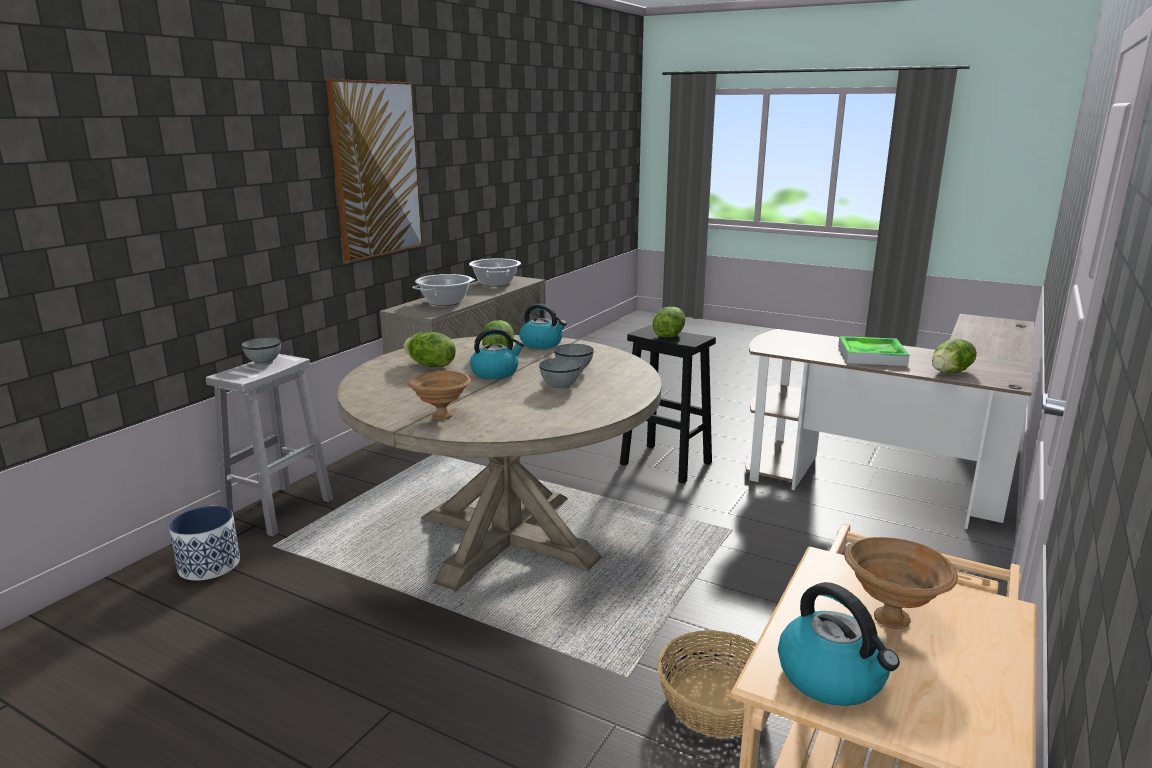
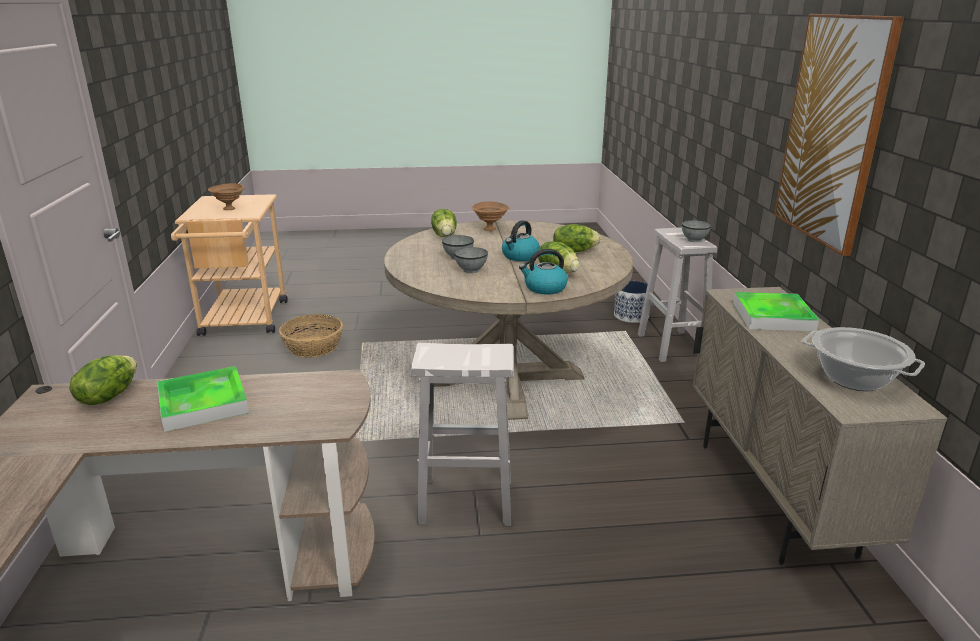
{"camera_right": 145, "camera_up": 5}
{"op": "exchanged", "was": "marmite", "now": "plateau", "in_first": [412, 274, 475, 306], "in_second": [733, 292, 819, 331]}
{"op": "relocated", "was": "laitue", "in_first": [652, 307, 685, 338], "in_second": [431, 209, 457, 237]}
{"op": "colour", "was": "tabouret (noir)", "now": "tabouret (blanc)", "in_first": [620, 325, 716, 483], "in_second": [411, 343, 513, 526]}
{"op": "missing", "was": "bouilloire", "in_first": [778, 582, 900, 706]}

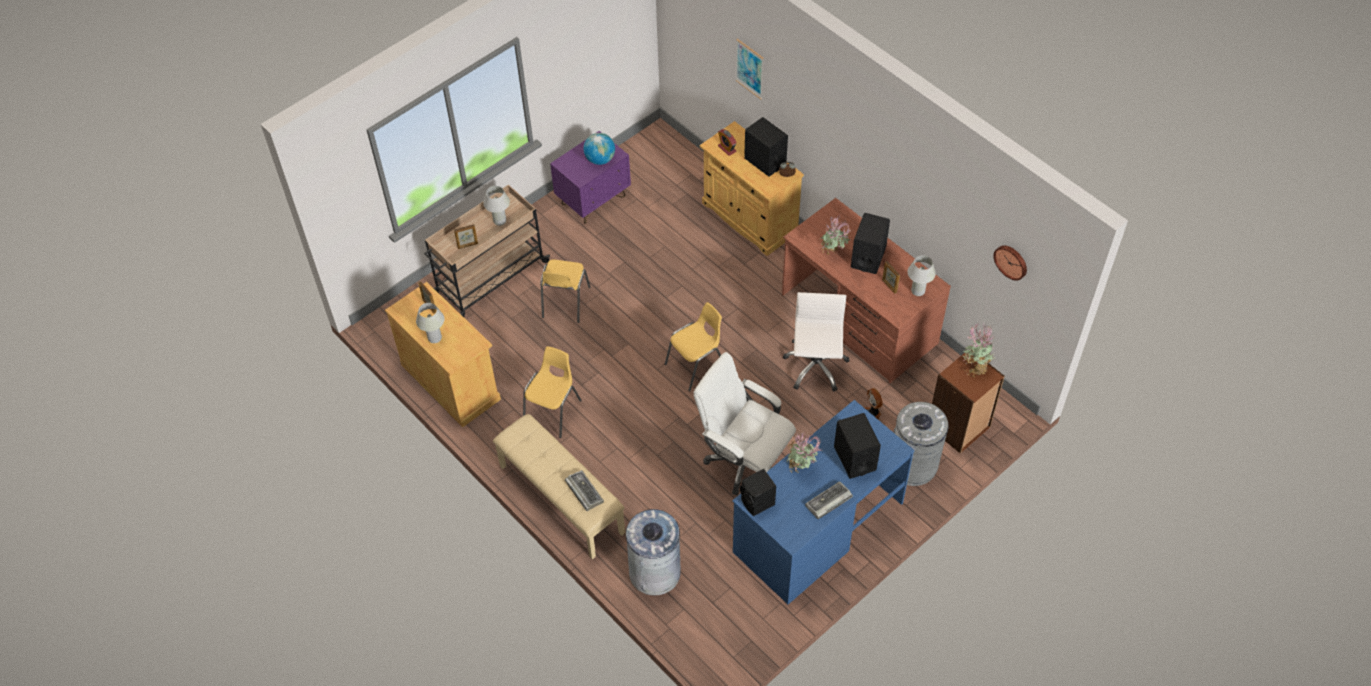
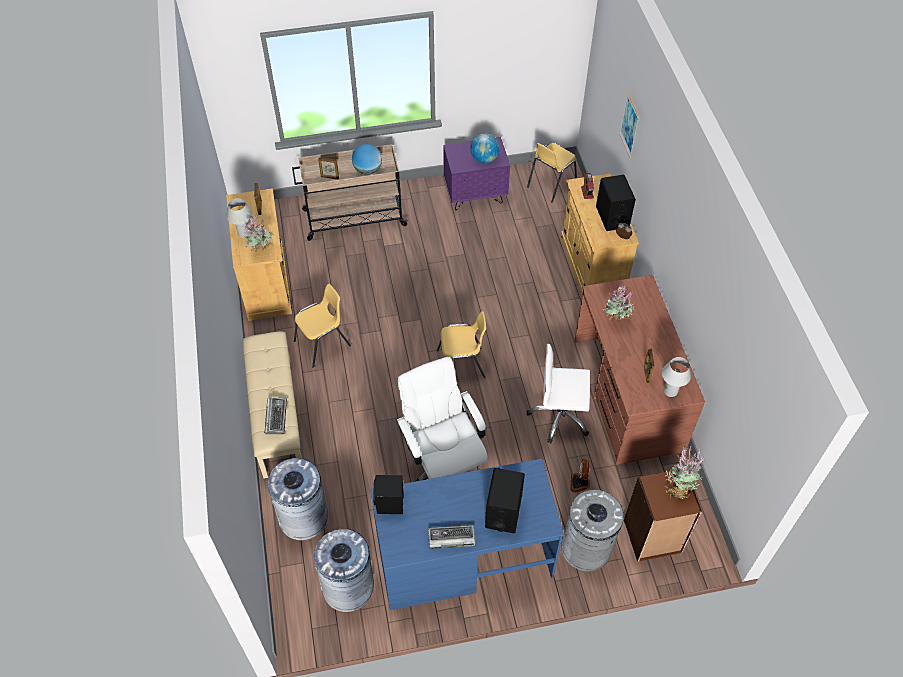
{"camera_right": 30, "camera_up": 0}
{"op": "exchanged", "was": "lampe de table (blanc)", "now": "globe", "in_first": [483, 186, 510, 226], "in_second": [352, 144, 382, 175]}
{"op": "missing", "was": "enceinte (noir)", "in_first": [851, 213, 890, 274]}
{"op": "missing", "was": "horloge murale", "in_first": [993, 245, 1027, 281]}
{"op": "relocated", "was": "chaise (jaune)", "in_first": [541, 259, 590, 323], "in_second": [527, 143, 577, 203]}
{"op": "spun", "was": "chaise de bureau (blanc)", "in_first": [783, 292, 850, 392], "in_second": [527, 344, 590, 443], "clockwise": -120}
{"op": "relocated", "was": "plante en pot", "in_first": [787, 431, 823, 473], "in_second": [244, 214, 274, 253]}
{"op": "appeared", "now": "poubelle (gris)", "in_second": [314, 529, 374, 612]}

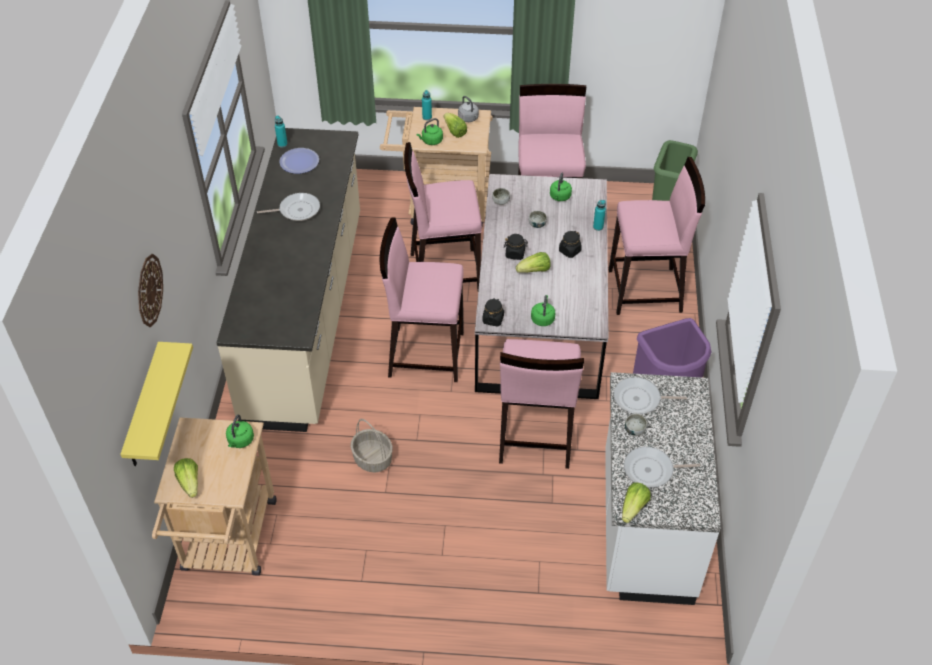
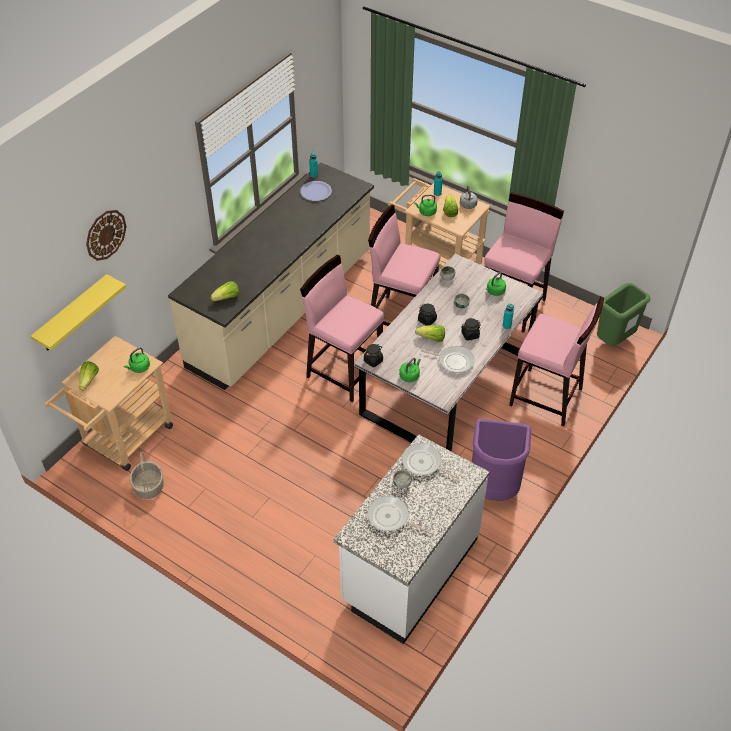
{"camera_right": 30, "camera_up": 0}
{"op": "relocated", "was": "poêle", "in_first": [257, 193, 320, 221], "in_second": [421, 346, 474, 373]}
{"op": "missing", "was": "tabouret (rose)", "in_first": [499, 339, 584, 469]}
{"op": "relocated", "was": "panier", "in_first": [351, 419, 393, 472], "in_second": [130, 452, 164, 499]}
{"op": "relocated", "was": "laitue", "in_first": [622, 483, 651, 523], "in_second": [210, 281, 239, 301]}

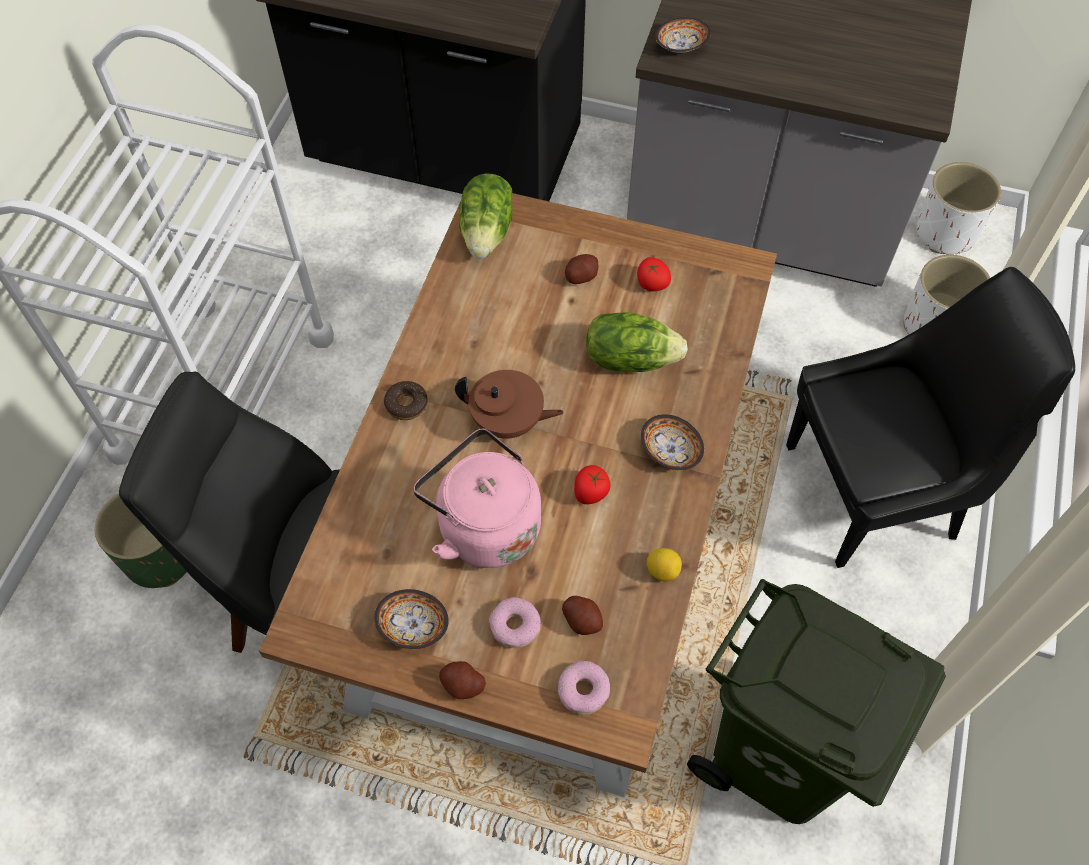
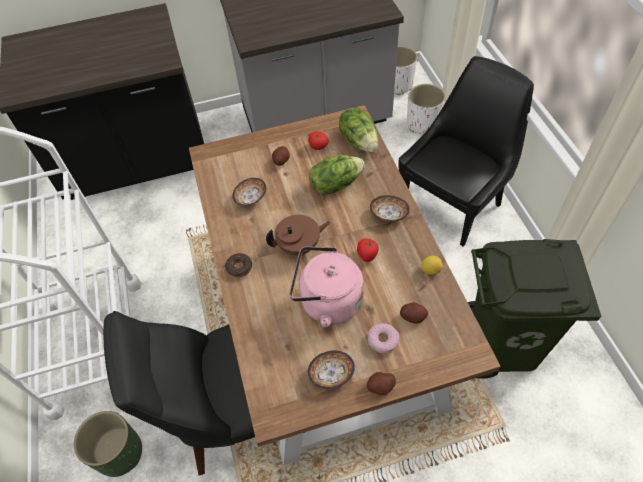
{"camera_right": -30, "camera_up": -5}
{"op": "relocated", "was": "bol", "in_first": [655, 17, 711, 53], "in_second": [233, 178, 266, 206]}
{"op": "relocated", "was": "laitue", "in_first": [459, 173, 513, 259], "in_second": [339, 107, 378, 152]}
{"op": "missing", "was": "beignet", "in_first": [558, 661, 610, 715]}

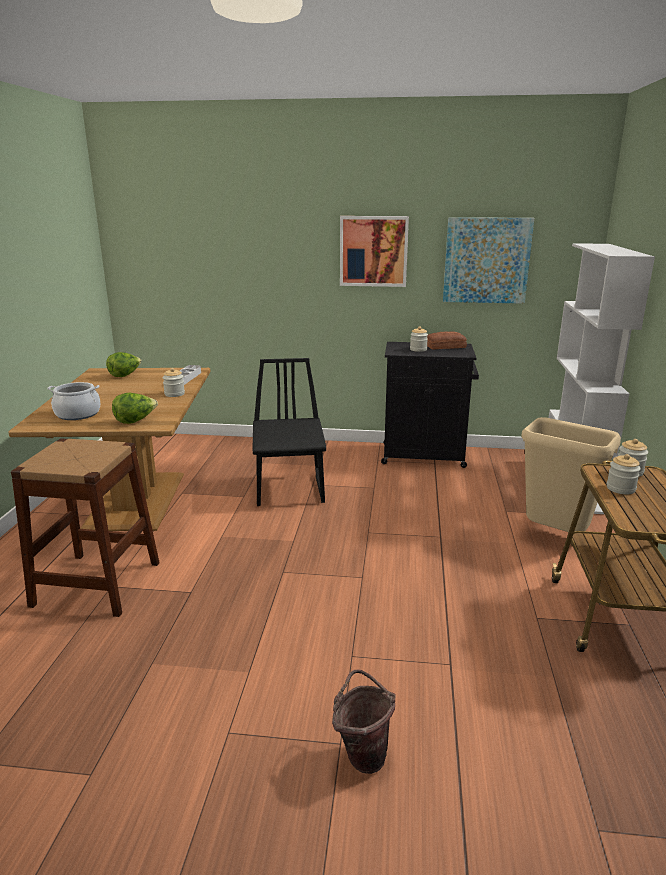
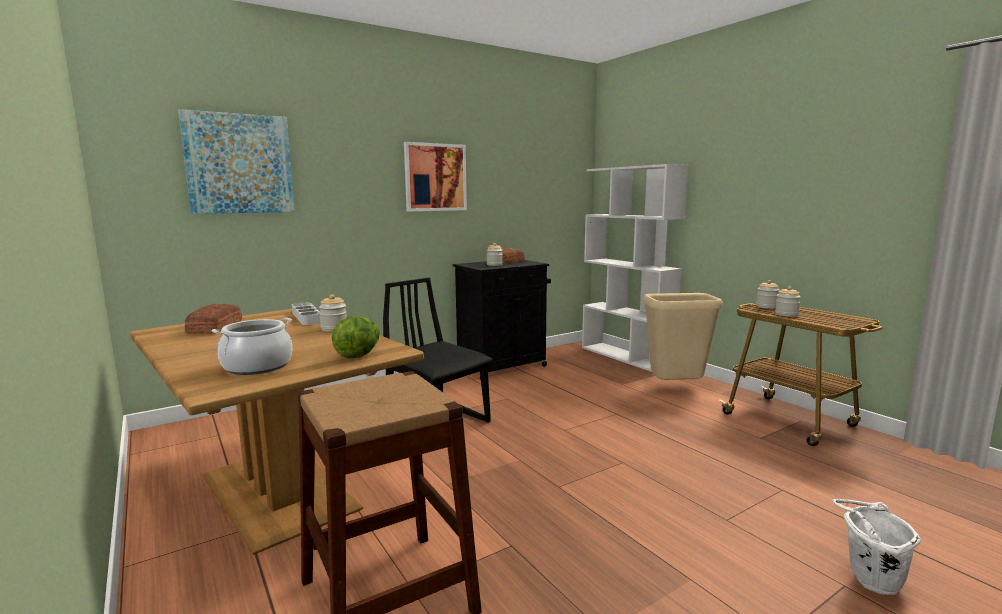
{"camera_right": -40, "camera_up": -10}
{"op": "relocated", "was": "tableau", "in_first": [443, 217, 534, 304], "in_second": [178, 109, 295, 214]}
{"op": "exchanged", "was": "laitue", "now": "pain", "in_first": [106, 352, 142, 377], "in_second": [185, 304, 242, 334]}
{"op": "colour", "was": "seau (marron)", "now": "seau (blanc)", "in_first": [332, 669, 396, 774], "in_second": [832, 499, 921, 595]}

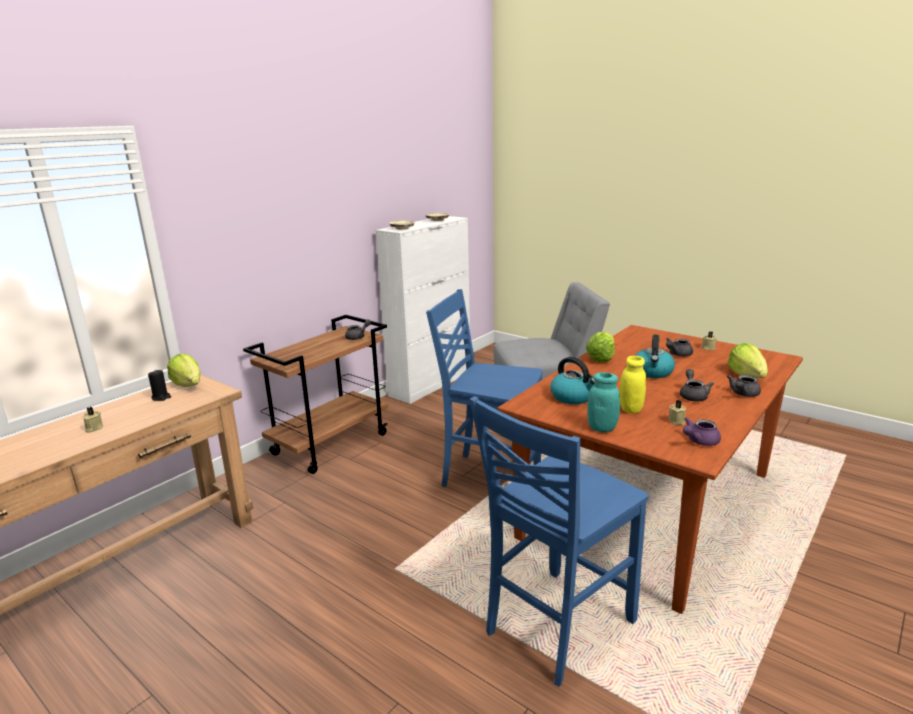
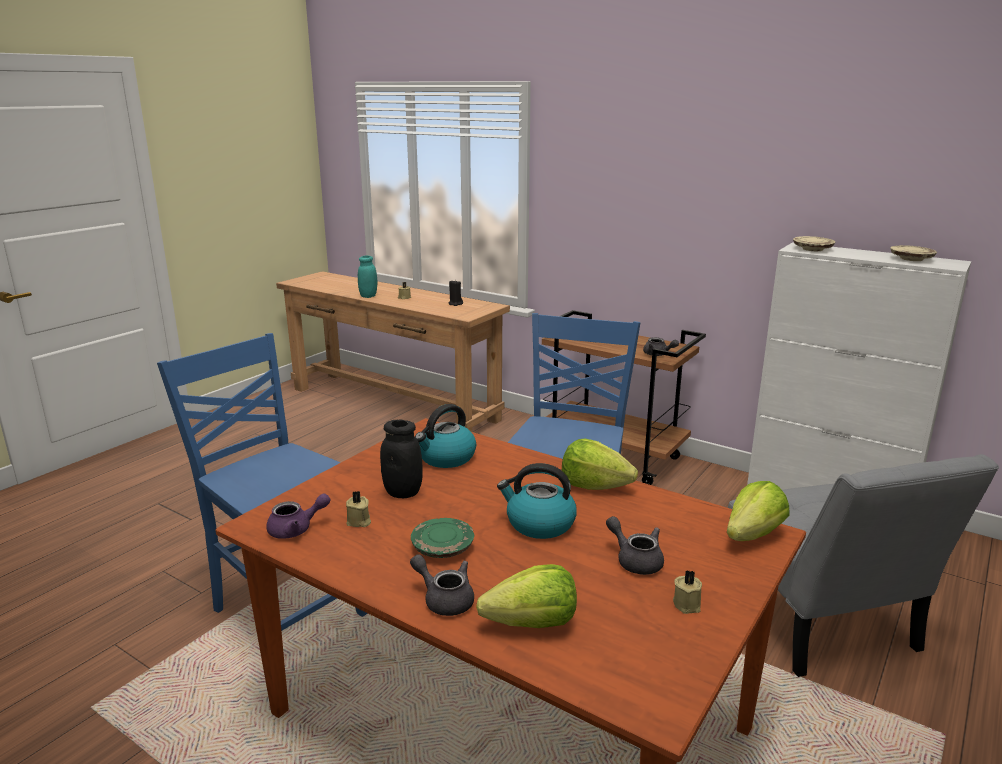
{"camera_right": 85, "camera_up": 0}
{"op": "relocated", "was": "laitue", "in_first": [167, 354, 201, 387], "in_second": [727, 481, 790, 541]}
{"op": "colour", "was": "bocal (jaune)", "now": "bocal (noir)", "in_first": [620, 356, 646, 414], "in_second": [380, 420, 423, 498]}
{"op": "exchanged", "was": "théière (gris)", "now": "assiette (vert)", "in_first": [680, 369, 714, 401], "in_second": [411, 518, 474, 558]}
{"op": "relocated", "was": "bocal (turquoise)", "in_first": [587, 372, 620, 432], "in_second": [358, 255, 377, 298]}
{"op": "spun", "was": "théière (violet)", "in_first": [683, 417, 721, 446], "in_second": [266, 494, 330, 539], "clockwise": 105}

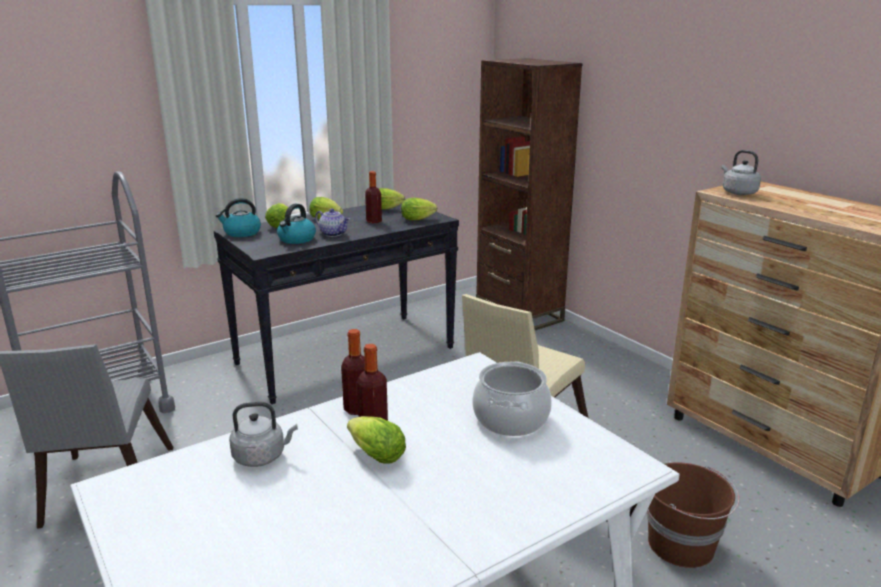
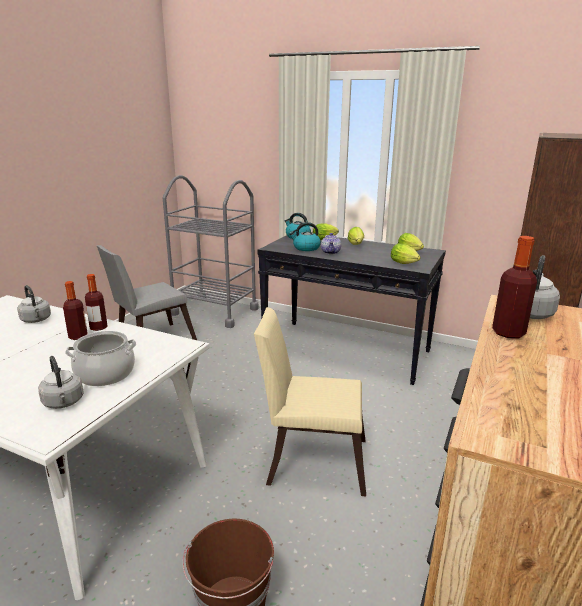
{"camera_right": 60, "camera_up": 0}
{"op": "relocated", "was": "bouteille", "in_first": [365, 171, 382, 223], "in_second": [492, 236, 537, 339]}
{"op": "missing", "was": "laitue", "in_first": [347, 416, 406, 464]}
{"op": "appeared", "now": "bouilloire (gris)", "in_second": [38, 356, 84, 409]}

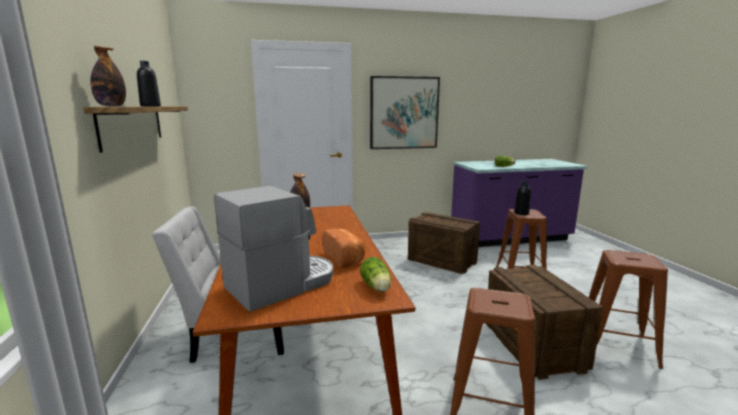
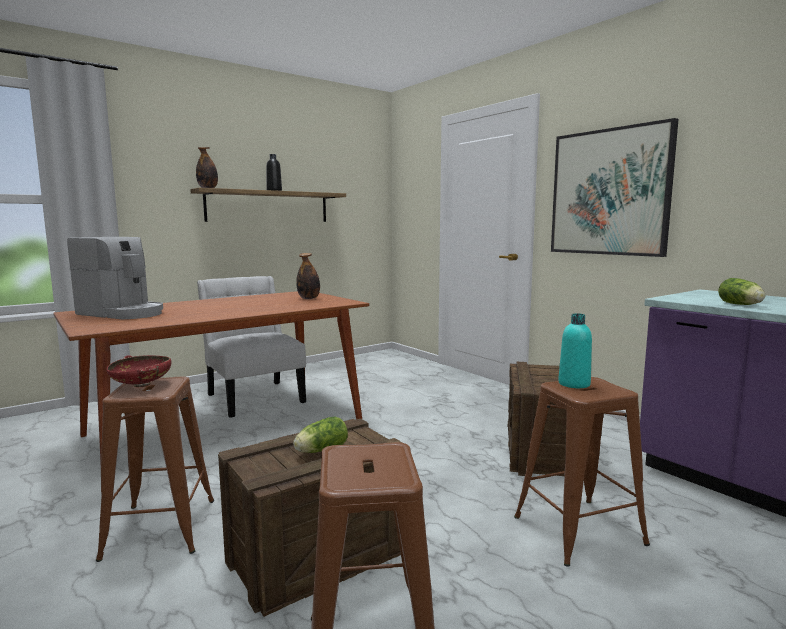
{"camera_right": 65, "camera_up": -5}
{"op": "colour", "was": "bouteille (noir)", "now": "bouteille (turquoise)", "in_first": [514, 181, 531, 215], "in_second": [558, 313, 592, 388]}
{"op": "missing", "was": "pain", "in_first": [323, 229, 365, 268]}
{"op": "relocated", "was": "laitue", "in_first": [360, 257, 391, 292], "in_second": [293, 417, 348, 453]}
{"op": "appeared", "now": "bol (rouge)", "in_second": [106, 355, 171, 387]}

